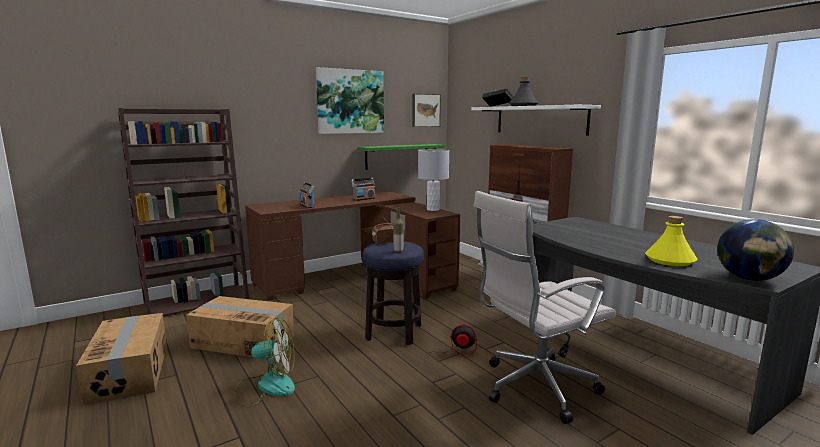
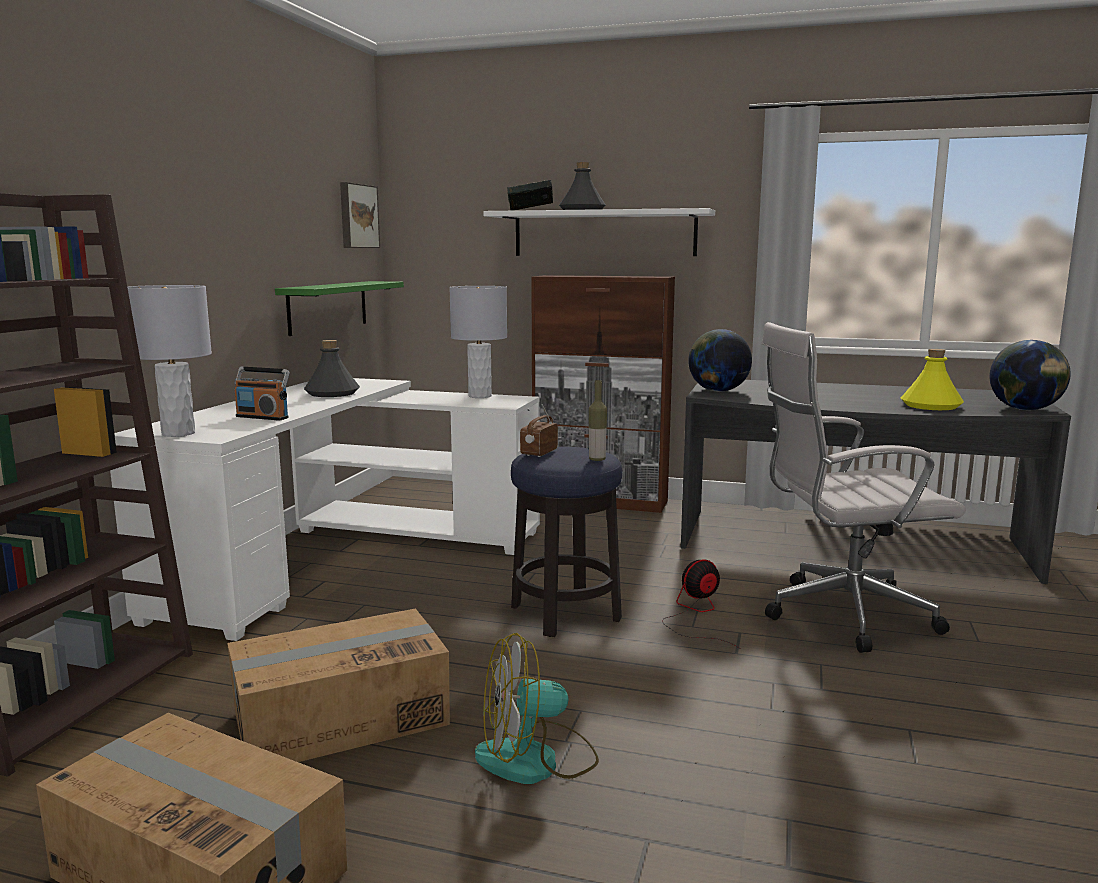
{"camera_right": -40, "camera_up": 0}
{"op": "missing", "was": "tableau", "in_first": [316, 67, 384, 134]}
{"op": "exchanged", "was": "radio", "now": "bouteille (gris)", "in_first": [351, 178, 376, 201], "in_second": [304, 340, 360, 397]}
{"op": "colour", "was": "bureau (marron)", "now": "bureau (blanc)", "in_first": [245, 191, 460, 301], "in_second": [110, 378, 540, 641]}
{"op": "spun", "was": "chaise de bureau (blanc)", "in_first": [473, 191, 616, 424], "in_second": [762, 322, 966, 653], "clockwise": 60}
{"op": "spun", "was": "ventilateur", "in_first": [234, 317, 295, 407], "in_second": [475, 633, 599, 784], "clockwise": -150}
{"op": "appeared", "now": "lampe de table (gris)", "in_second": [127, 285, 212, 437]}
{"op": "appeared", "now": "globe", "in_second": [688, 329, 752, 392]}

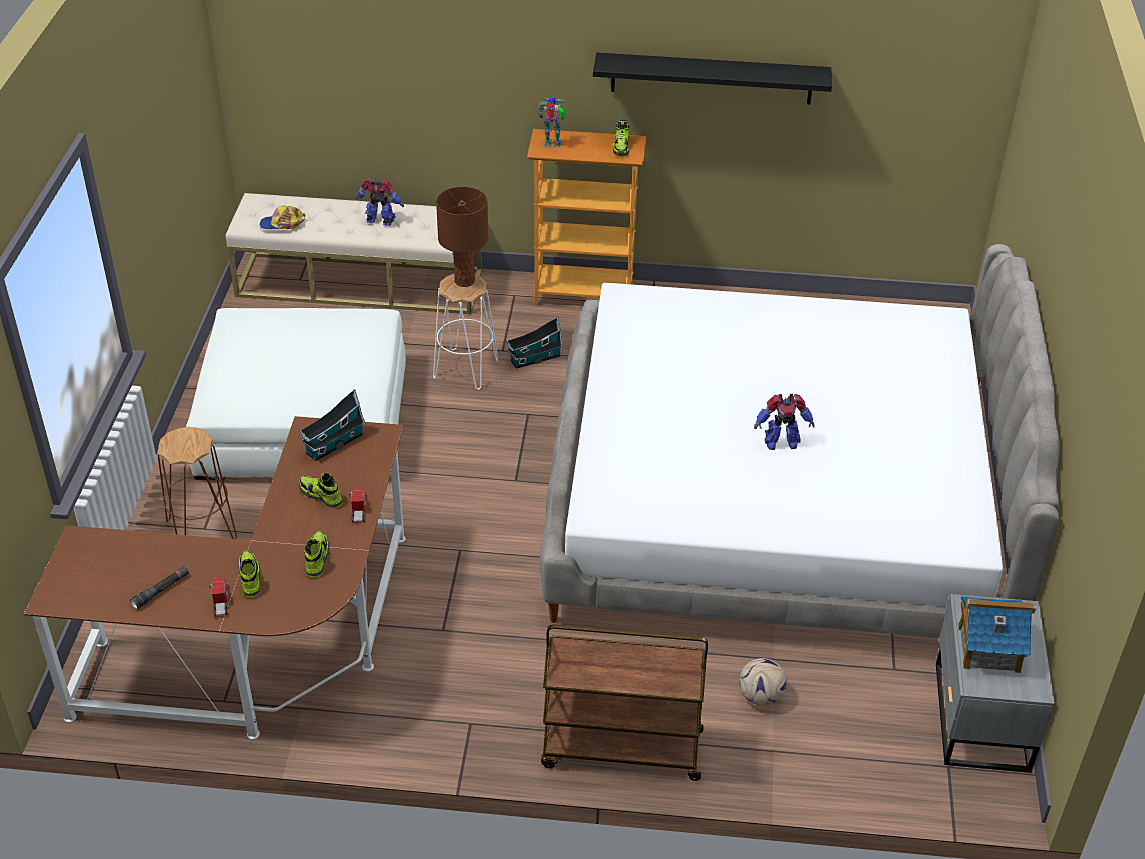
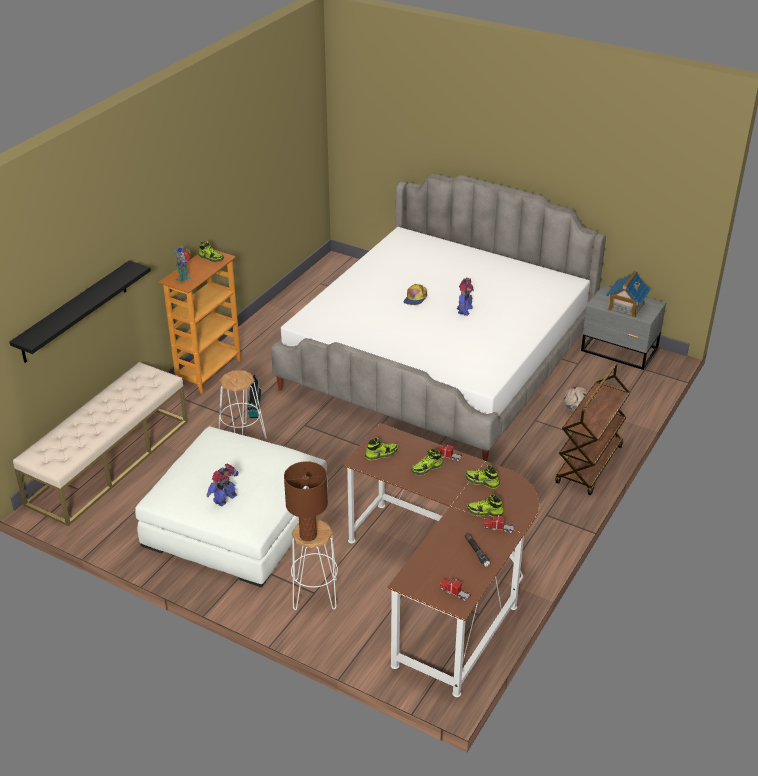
{"camera_right": -65, "camera_up": -5}
{"op": "relocated", "was": "étagère (noir)", "in_first": [593, 53, 832, 105], "in_second": [9, 261, 151, 363]}
{"op": "relocated", "was": "robot jouet", "in_first": [356, 177, 404, 226], "in_second": [207, 463, 239, 507]}
{"op": "relocated", "was": "lampe de table (marron)", "in_first": [436, 186, 488, 287], "in_second": [284, 461, 328, 541]}
{"op": "relocated", "was": "casquette", "in_first": [260, 205, 305, 229], "in_second": [403, 284, 427, 305]}
{"op": "exchanged", "was": "maison miniature", "now": "chaussure", "in_first": [299, 389, 365, 461], "in_second": [365, 437, 398, 460]}
{"op": "colour", "was": "tabouret (marron)", "now": "tabouret (blanc)", "in_first": [157, 427, 237, 539], "in_second": [291, 519, 338, 610]}
{"op": "appeared", "now": "camion jouet", "in_second": [440, 578, 471, 601]}

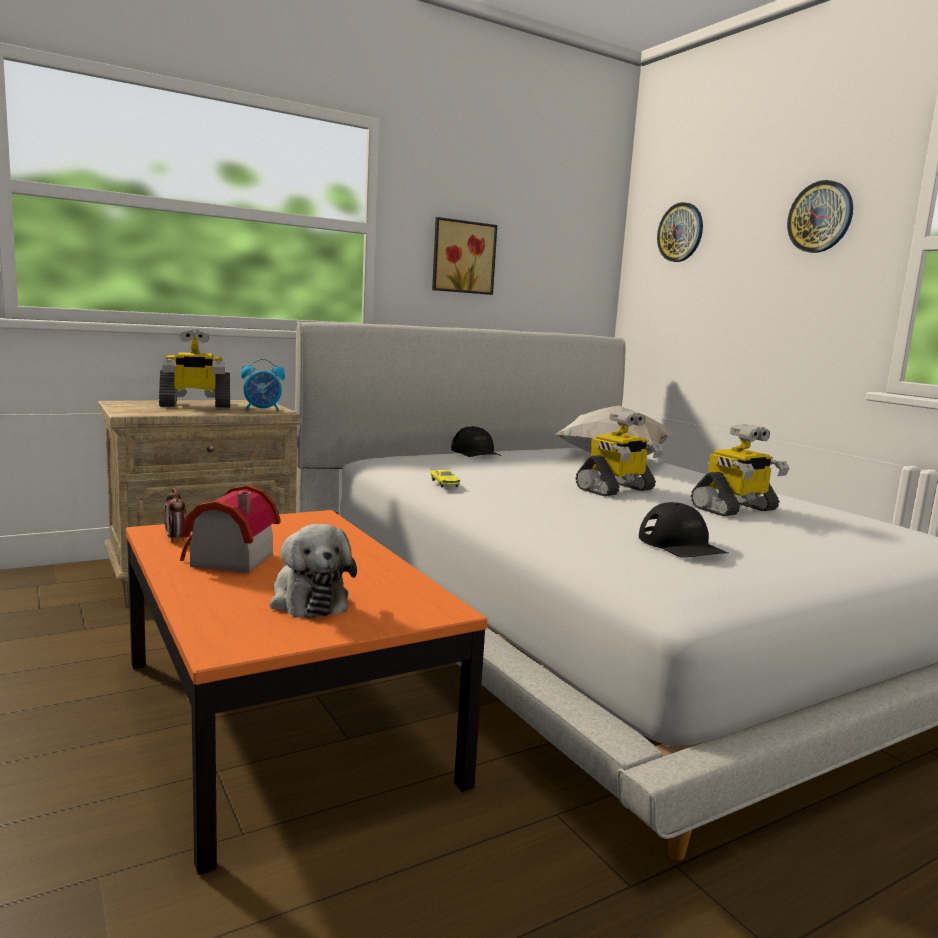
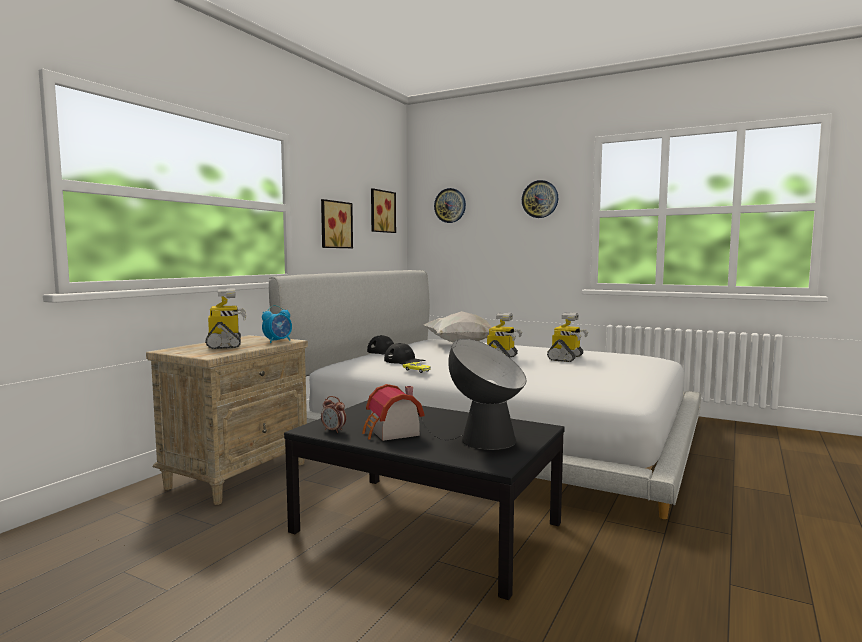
{"camera_right": -30, "camera_up": -5}
{"op": "spun", "was": "robot jouet", "in_first": [159, 329, 230, 408], "in_second": [205, 288, 246, 349], "clockwise": -60}
{"op": "relocated", "was": "casquette (noir)", "in_first": [639, 502, 729, 558], "in_second": [384, 343, 426, 364]}
{"op": "colour", "was": "table basse (orange)", "now": "table basse (noir)", "in_first": [126, 510, 488, 875], "in_second": [284, 400, 565, 600]}
{"op": "exchanged", "was": "peluche", "now": "lampe de table", "in_first": [270, 524, 357, 619], "in_second": [421, 339, 526, 450]}
{"op": "appeared", "now": "tableau", "in_second": [371, 188, 396, 233]}

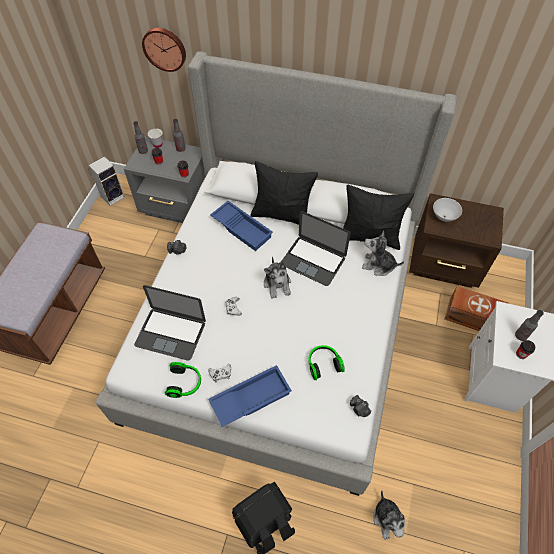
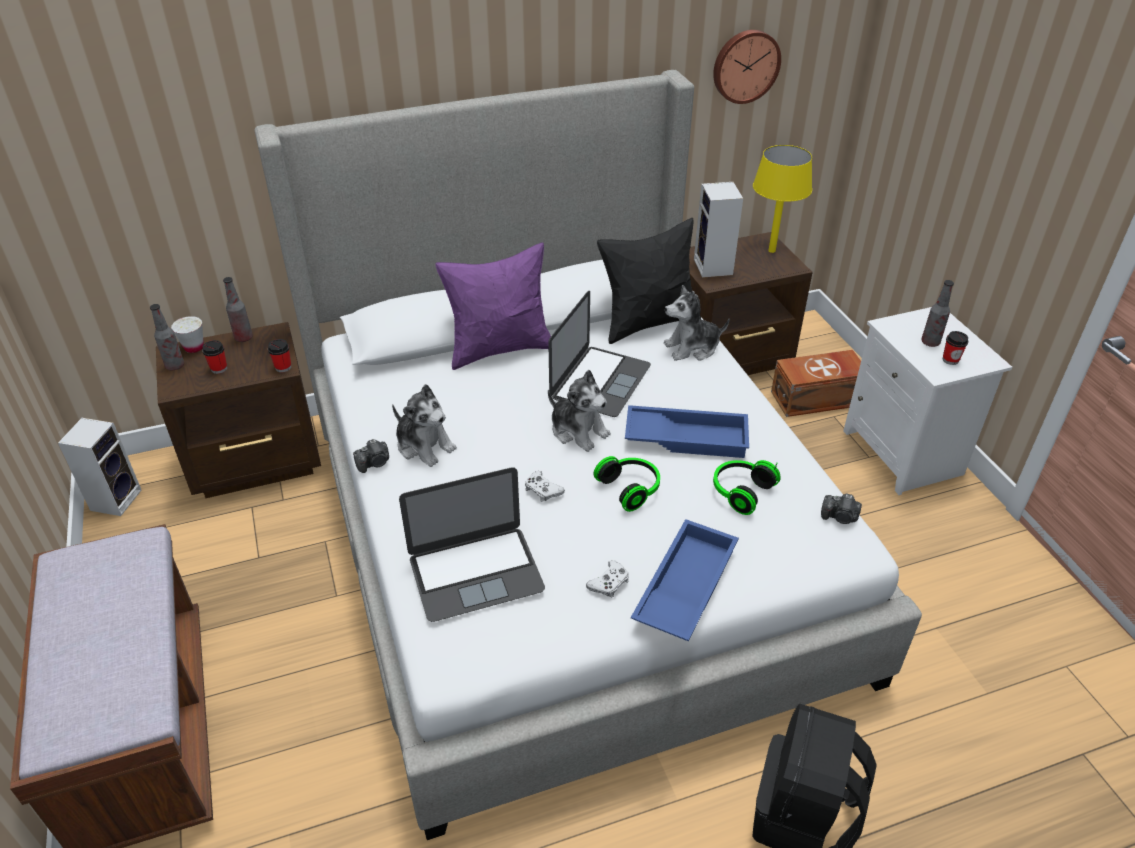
{"camera_right": -35, "camera_up": -15}
{"op": "relocated", "was": "horloge murale", "in_first": [142, 28, 186, 72], "in_second": [713, 30, 781, 104]}
{"op": "colour", "was": "table de chevet (gris)", "now": "table de chevet (marron)", "in_first": [124, 136, 205, 223], "in_second": [156, 322, 321, 498]}
{"op": "colour", "was": "coussin (noir)", "now": "coussin (violet)", "in_first": [250, 161, 318, 225], "in_second": [435, 242, 551, 370]}
{"op": "exchanged", "was": "bol (blanc)", "now": "enceinte", "in_first": [433, 198, 462, 222], "in_second": [694, 182, 743, 278]}
{"op": "relocated", "was": "plateau (bleu)", "in_first": [210, 201, 273, 251], "in_second": [625, 405, 749, 458]}
{"op": "spun", "was": "ordinateur portable", "in_first": [281, 211, 351, 286], "in_second": [548, 291, 651, 417], "clockwise": -60}
{"op": "relocated", "was": "casque audio", "in_first": [165, 362, 201, 398], "in_second": [593, 456, 660, 512]}
{"op": "relocated", "was": "peluche", "in_first": [373, 491, 405, 540], "in_second": [392, 384, 457, 467]}
{"op": "appeared", "now": "lampe de table (jaune)", "in_second": [753, 145, 812, 253]}

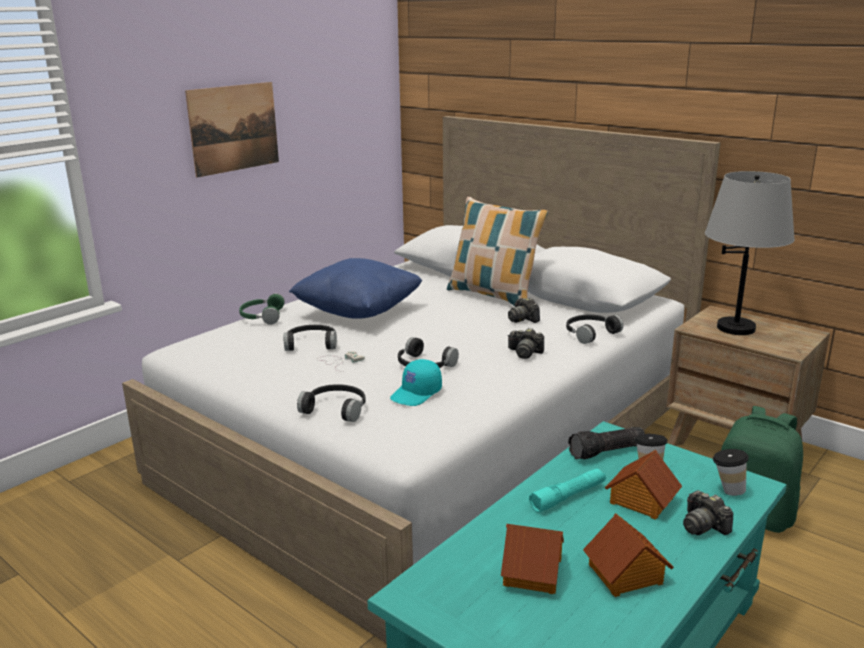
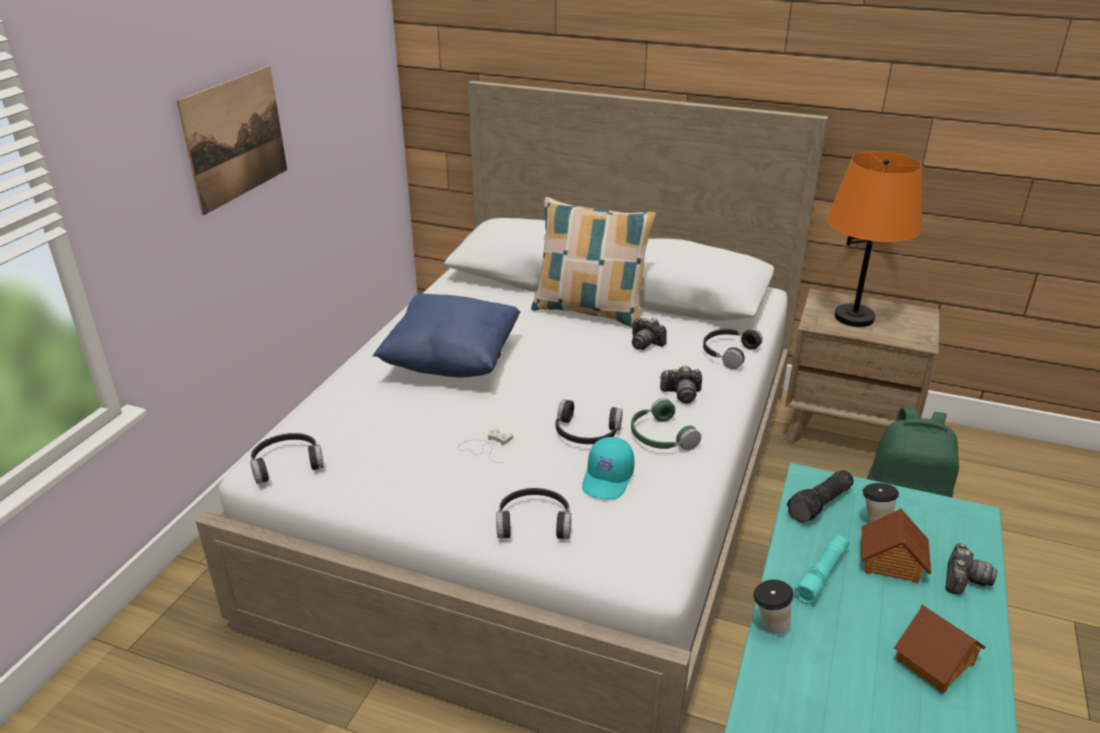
{"camera_right": -20, "camera_up": 10}
{"op": "colour", "was": "lampe de table (gris)", "now": "lampe de table (orange)", "in_first": [705, 171, 795, 335], "in_second": [827, 151, 922, 327]}
{"op": "relocated", "was": "casque audio (vert)", "in_first": [239, 293, 285, 325], "in_second": [631, 398, 701, 451]}
{"op": "relocated", "was": "casque audio (noir)", "in_first": [284, 325, 337, 351], "in_second": [250, 433, 324, 484]}
{"op": "relocated", "was": "tasse", "in_first": [713, 449, 749, 496], "in_second": [753, 580, 794, 634]}
{"op": "spun", "was": "appareil photo", "in_first": [683, 490, 734, 535], "in_second": [946, 543, 997, 594], "clockwise": -105}
{"op": "missing", "was": "maison miniature", "in_first": [501, 524, 564, 594]}

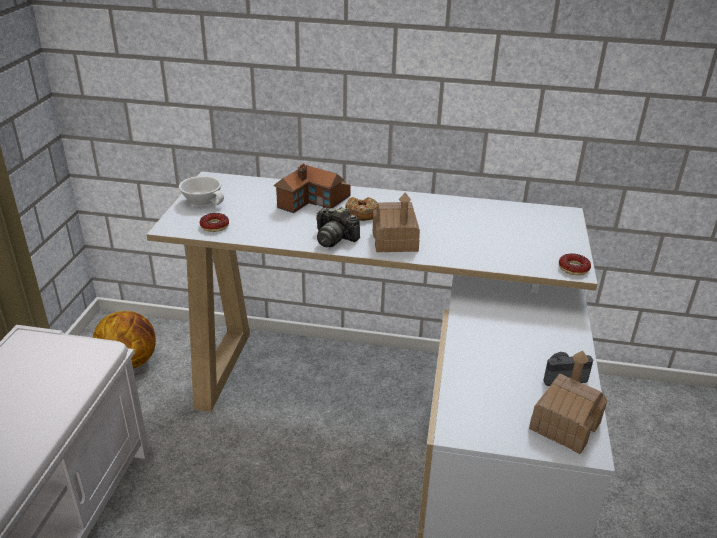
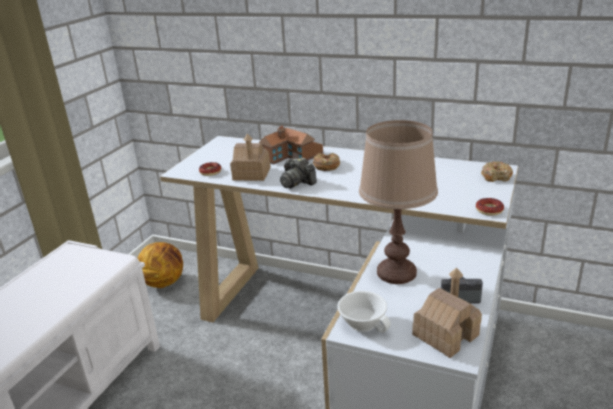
{"camera_right": 15, "camera_up": -5}
{"op": "relocated", "was": "tasse (blanc)", "in_first": [179, 176, 224, 207], "in_second": [338, 291, 391, 333]}
{"op": "relocated", "was": "maison miniature", "in_first": [373, 192, 420, 252], "in_second": [230, 133, 271, 181]}
{"op": "appeared", "now": "lampe de table (marron)", "in_second": [359, 120, 438, 284]}
{"op": "appeared", "now": "beignet", "in_second": [481, 162, 513, 182]}

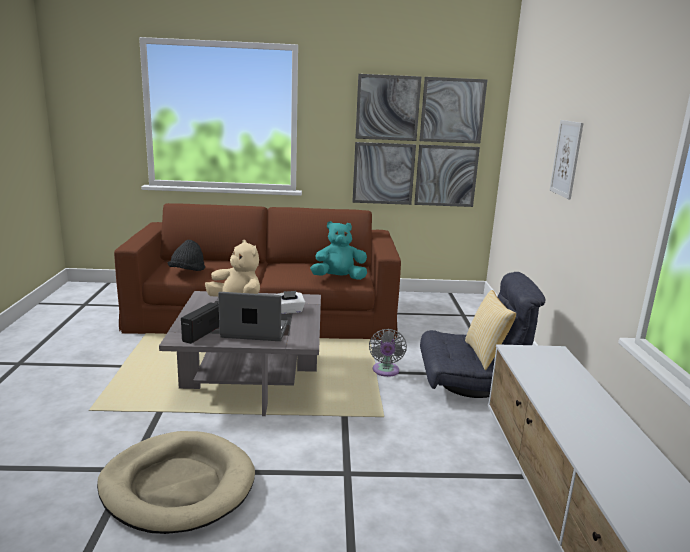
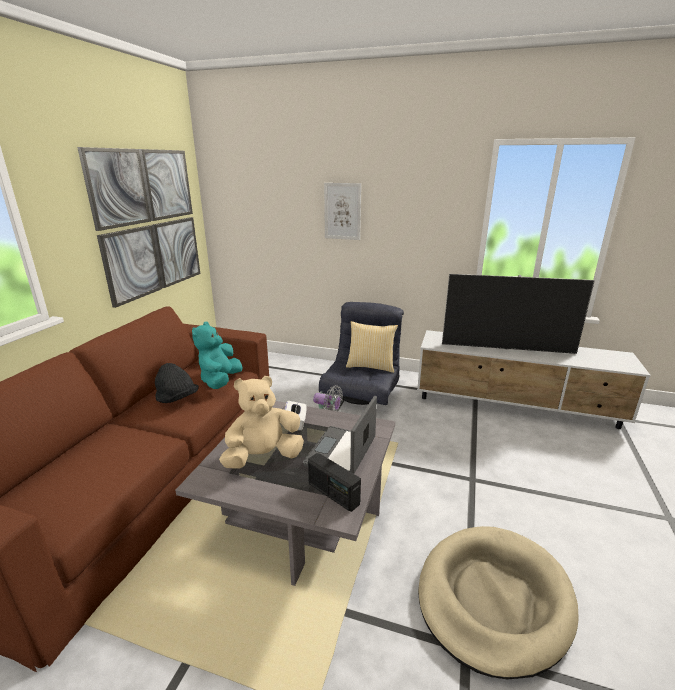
{"camera_right": -70, "camera_up": 5}
{"op": "relocated", "was": "chapeau (noir)", "in_first": [168, 240, 205, 271], "in_second": [155, 363, 199, 403]}
{"op": "appeared", "now": "téléviseur", "in_second": [442, 274, 595, 354]}

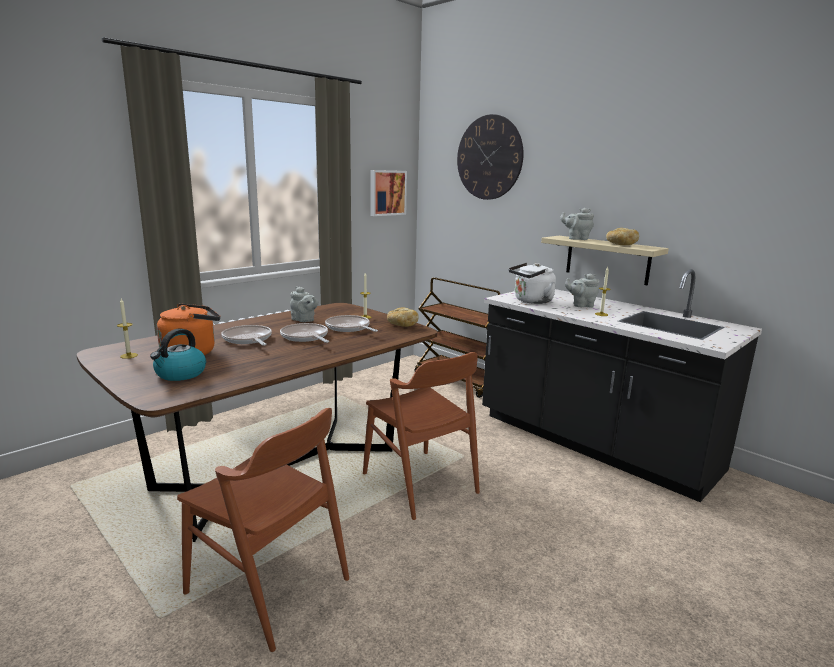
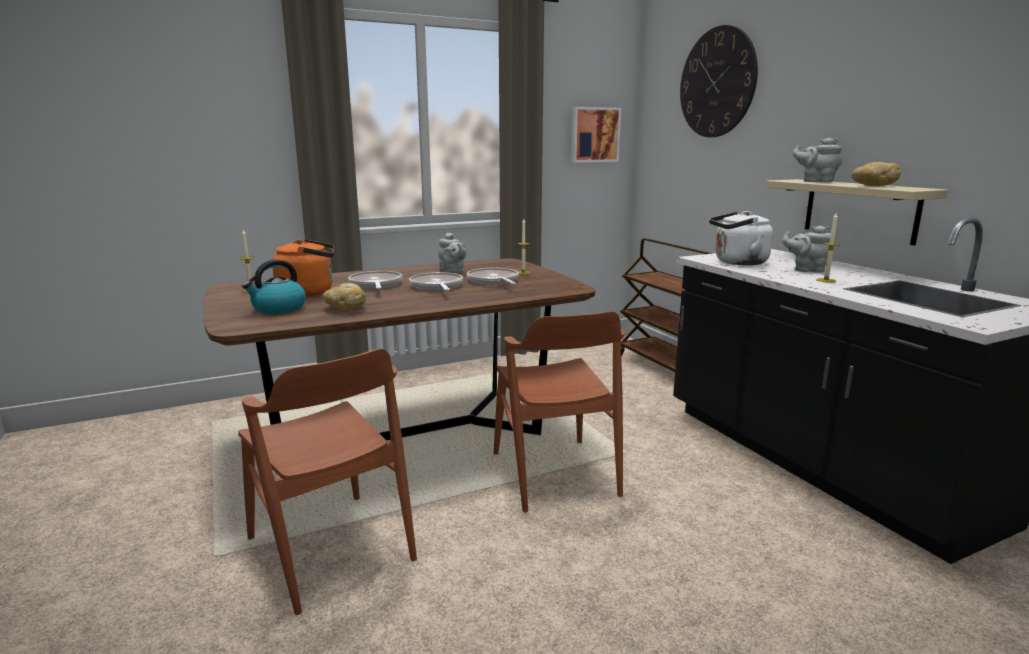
{"camera_right": 20, "camera_up": 0}
{"op": "relocated", "was": "pain", "in_first": [387, 307, 418, 327], "in_second": [322, 283, 366, 310]}

